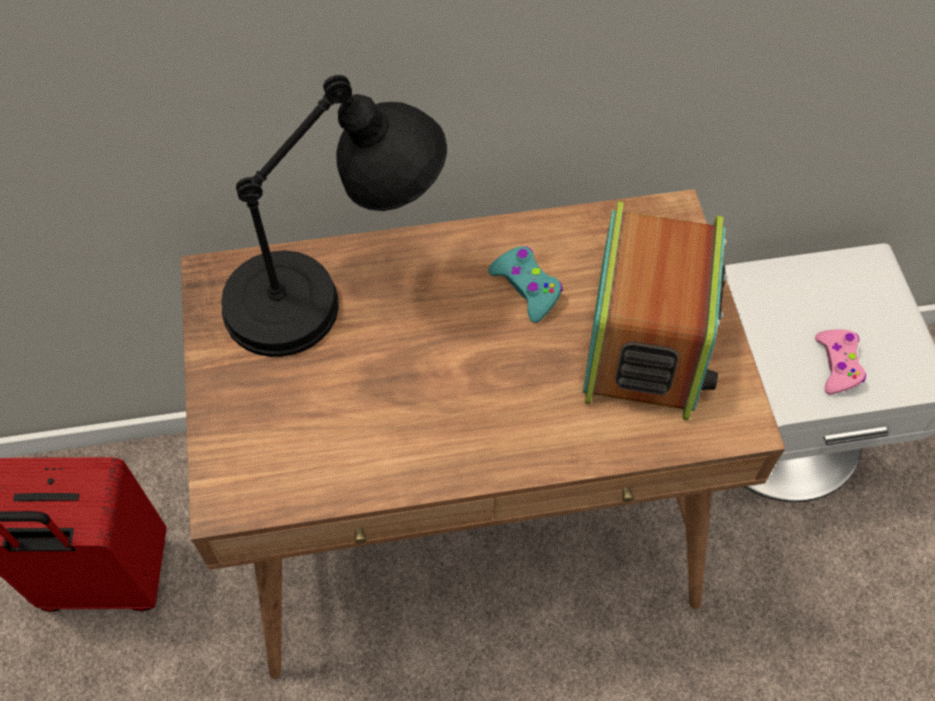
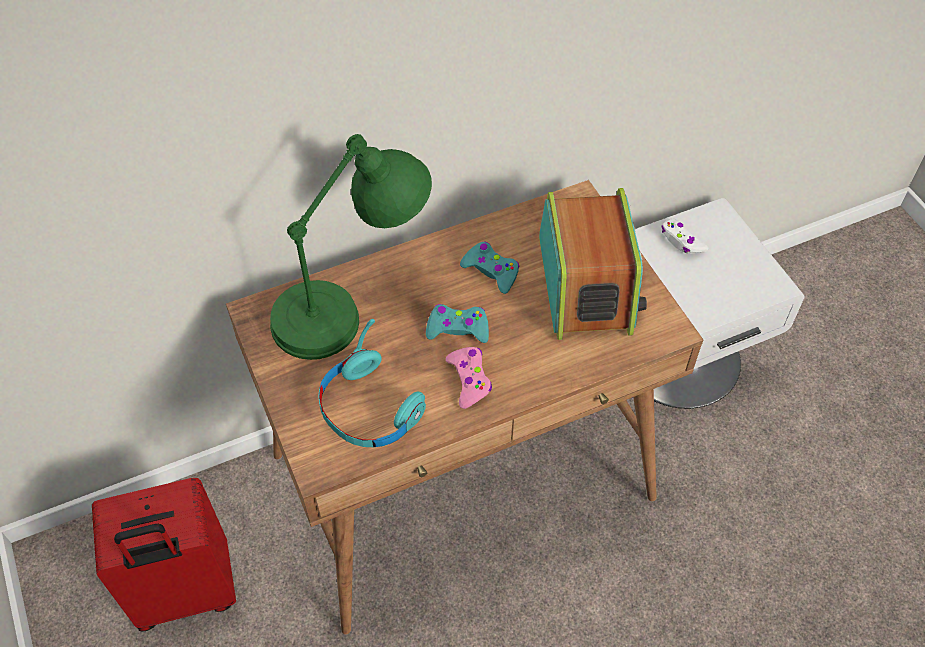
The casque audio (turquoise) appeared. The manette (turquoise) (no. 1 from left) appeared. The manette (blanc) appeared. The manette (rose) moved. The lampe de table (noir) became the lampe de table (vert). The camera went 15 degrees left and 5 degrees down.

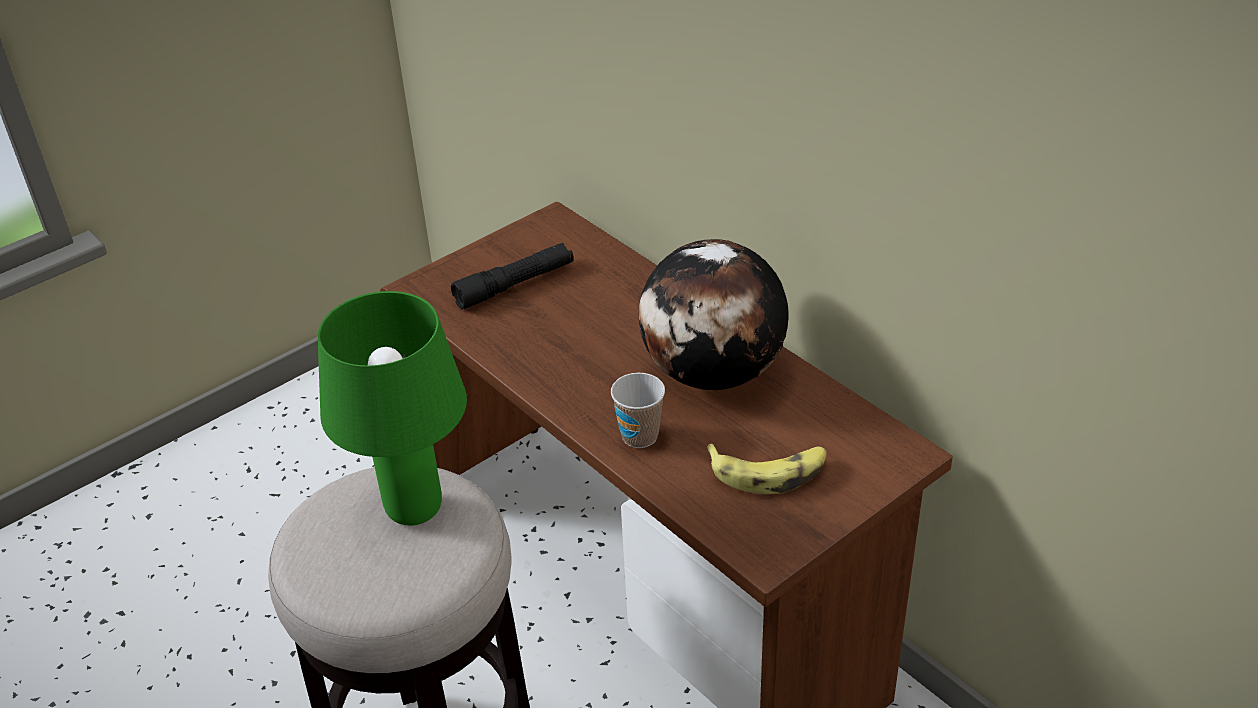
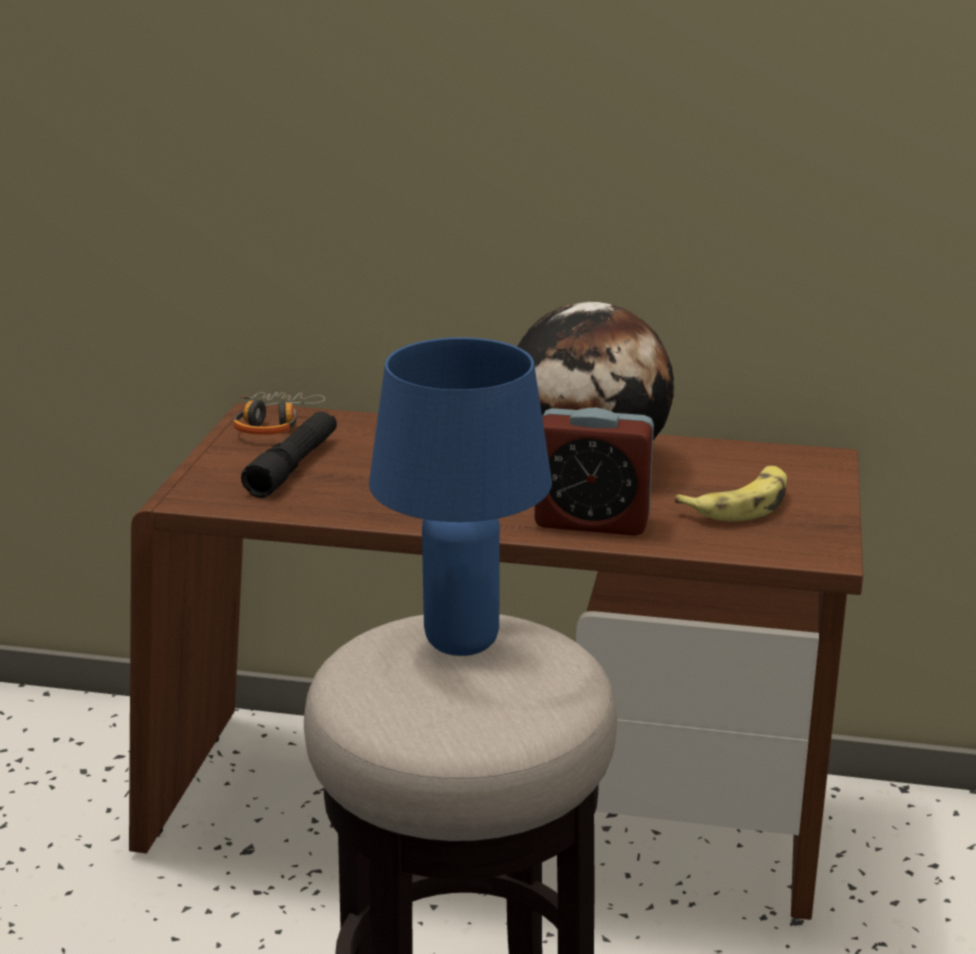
The casque audio appeared. The tasse was replaced by the réveil. The lampe de table (vert) became the lampe de table (bleu). The camera went 40 degrees left and 15 degrees down.

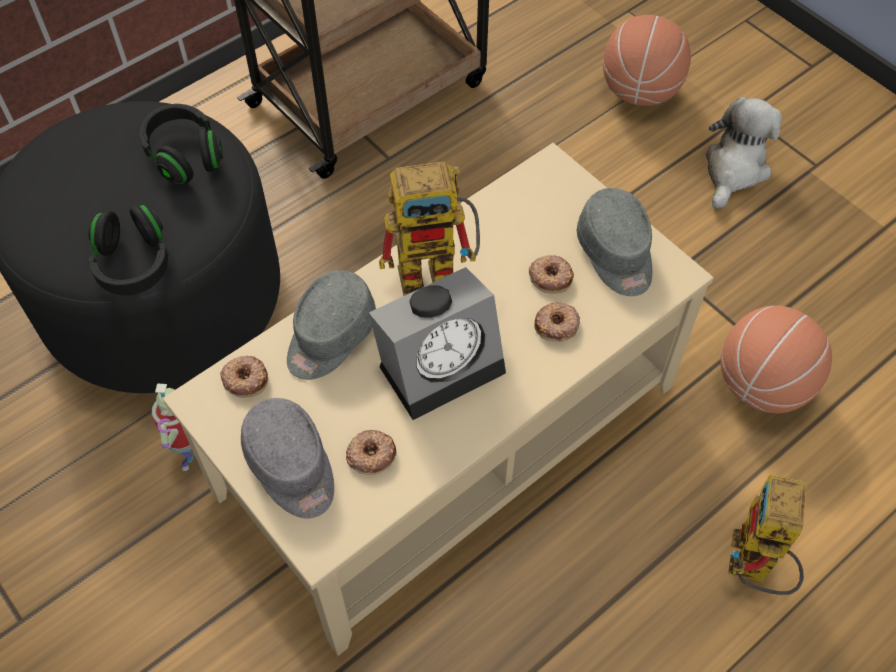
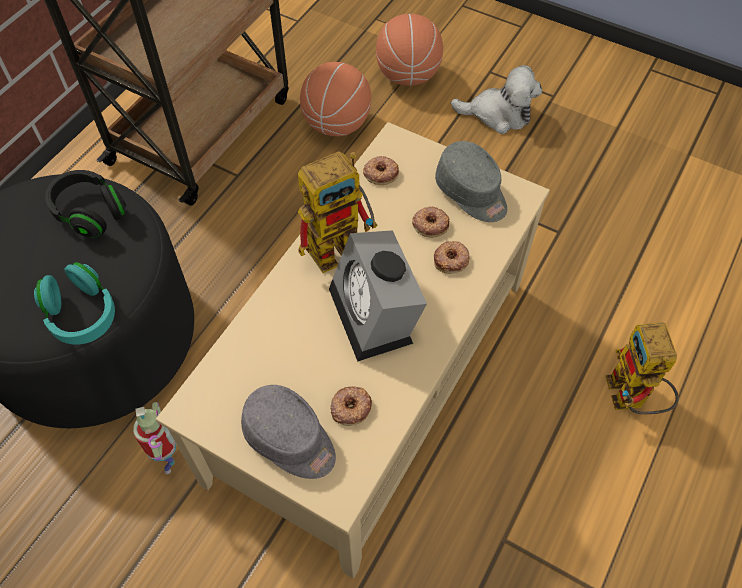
The casquette (gris) (no. 2 from left) disappeared. The beignet (no. 1 from left in the first image) moved. The ballon de basket (no. 2 from left in the first image) moved. The casque audio (noir) (no. 1 from left) became the casque audio (turquoise). The réveil turned 120 degrees clockwise. The peluche turned 90 degrees clockwise. The camera went 20 degrees left and 0 degrees up.

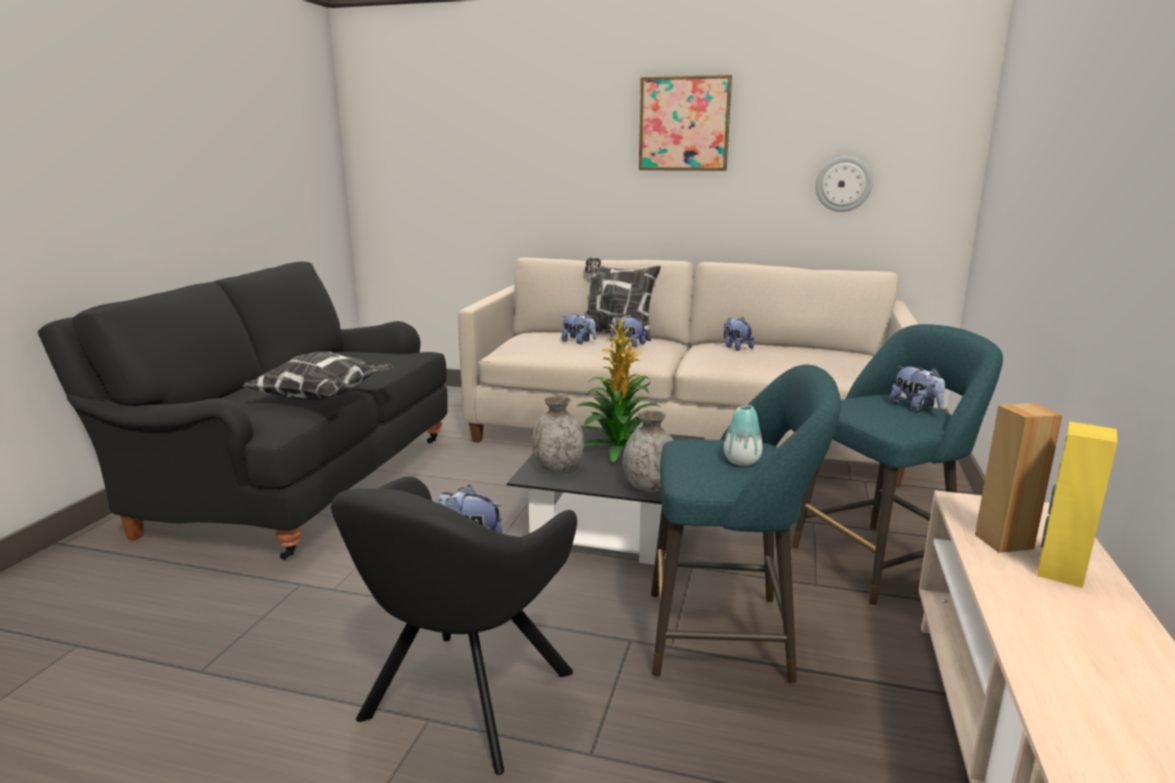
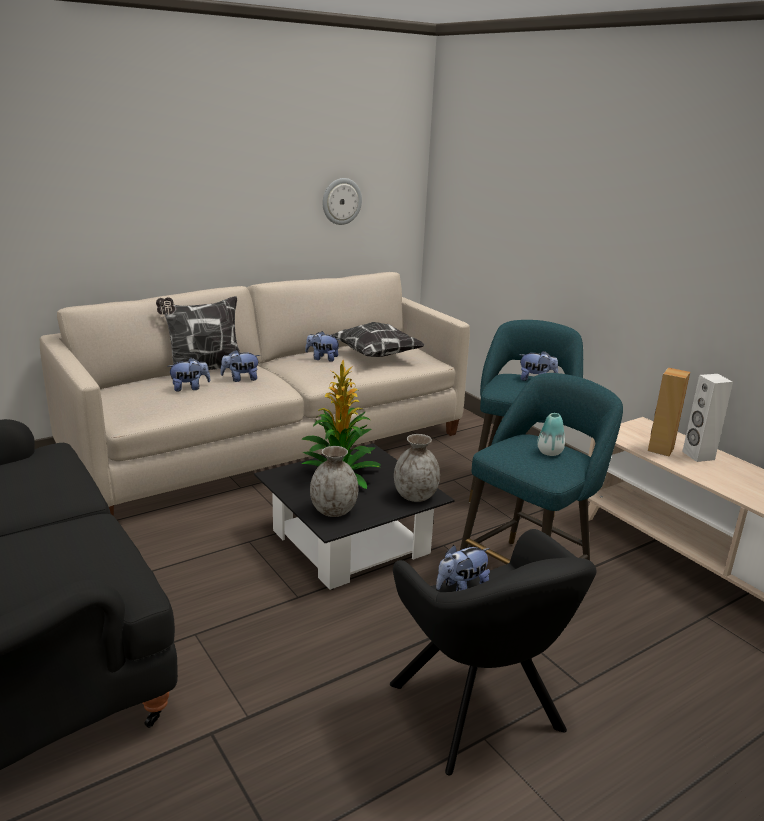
The tableau disappeared. The coussin (no. 1 from left in the first image) moved. The enceinte (jaune) became the enceinte (blanc). The camera went 50 degrees left and 5 degrees up.

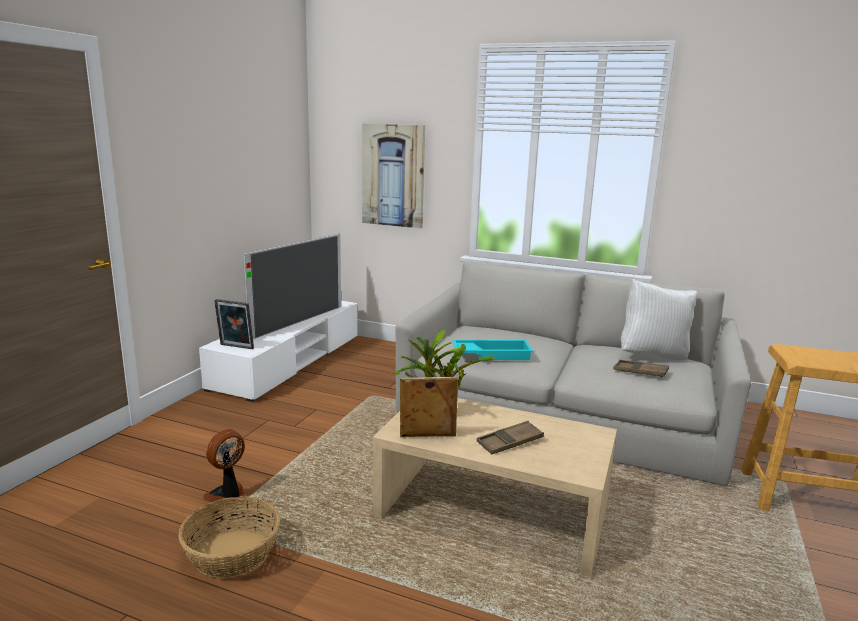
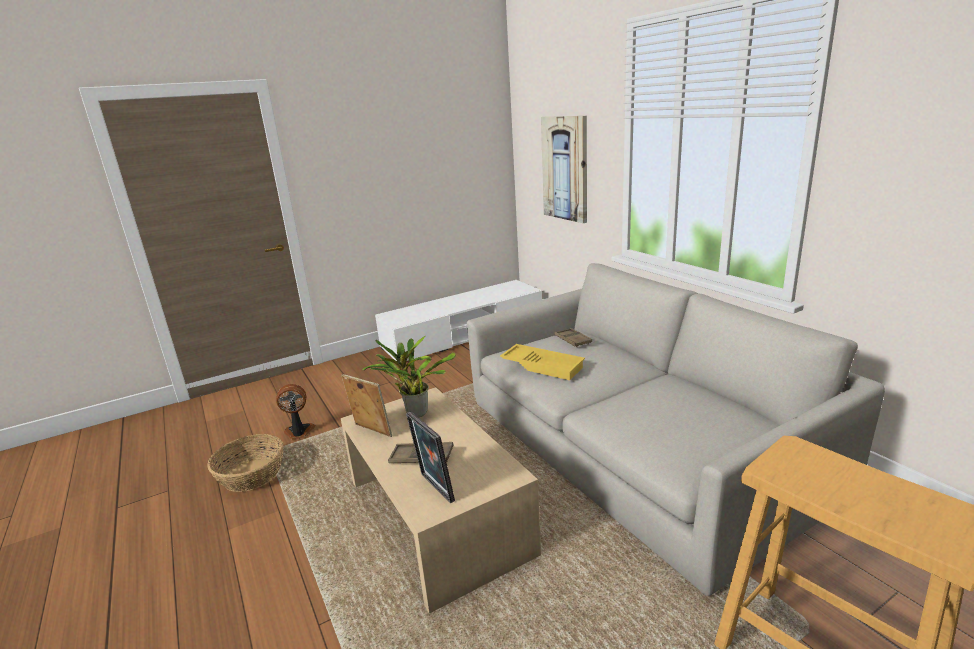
The téléviseur disappeared. The coussin (blanc) disappeared. The cadre photo (no. 1 from left in the first image) moved. The plateau (marron) (no. 2 from left) moved. The plateau (turquoise) became the plateau (jaune). The camera went 40 degrees right and 5 degrees up.

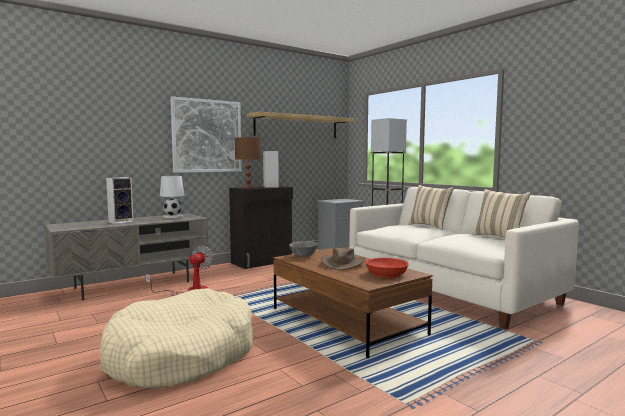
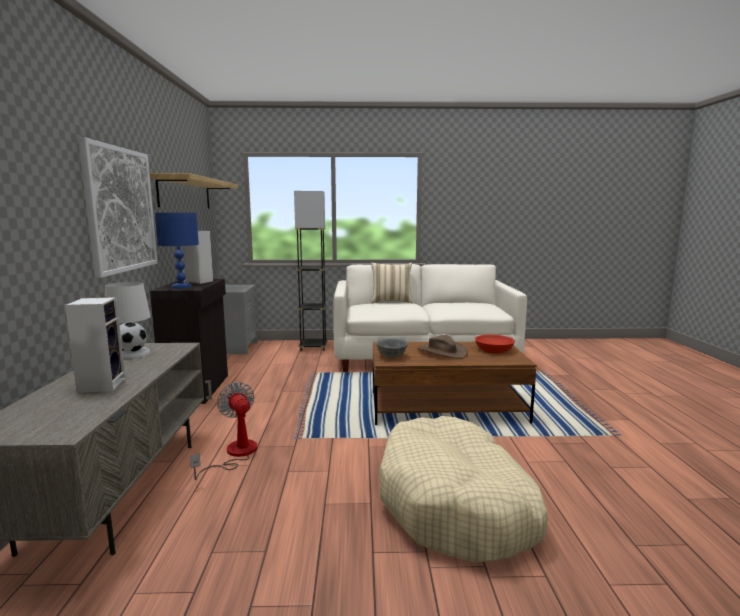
The coussin (beige) (no. 2 from left) disappeared. The lampe de table (marron) became the lampe de table (bleu). The camera went 55 degrees left and 5 degrees up.

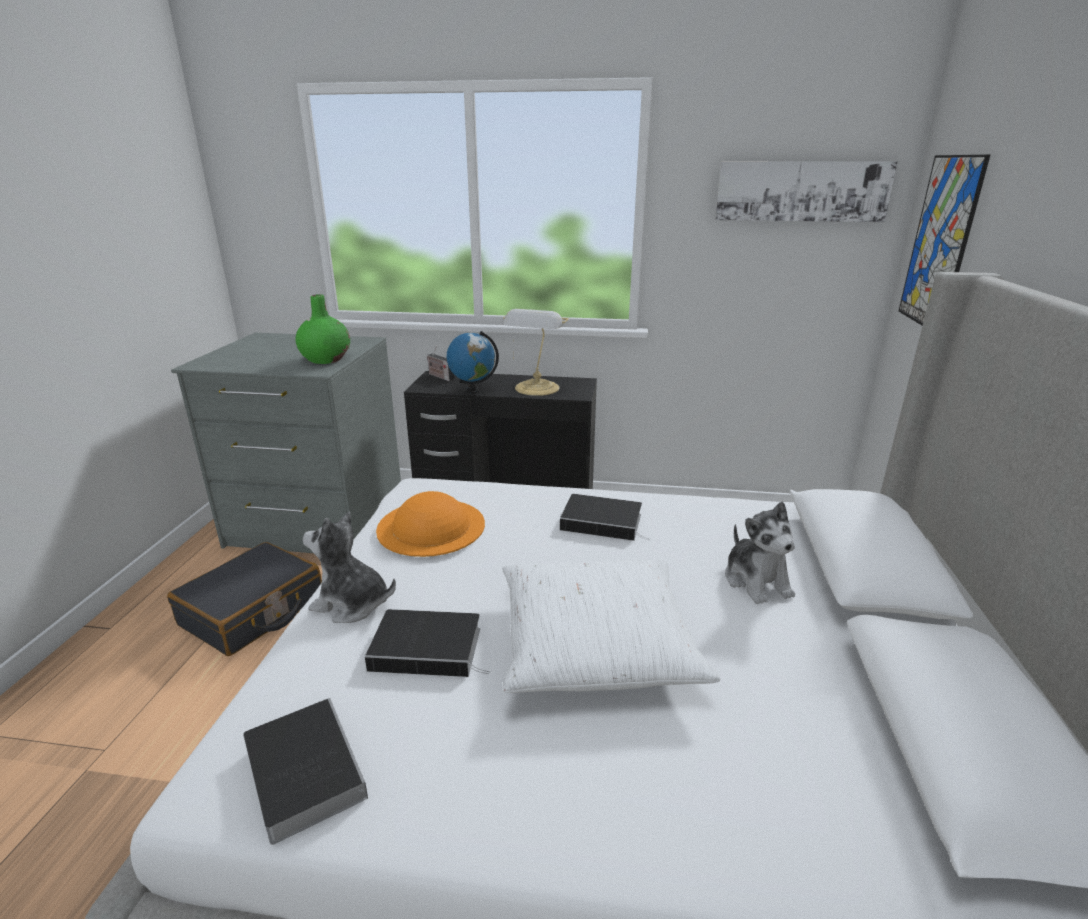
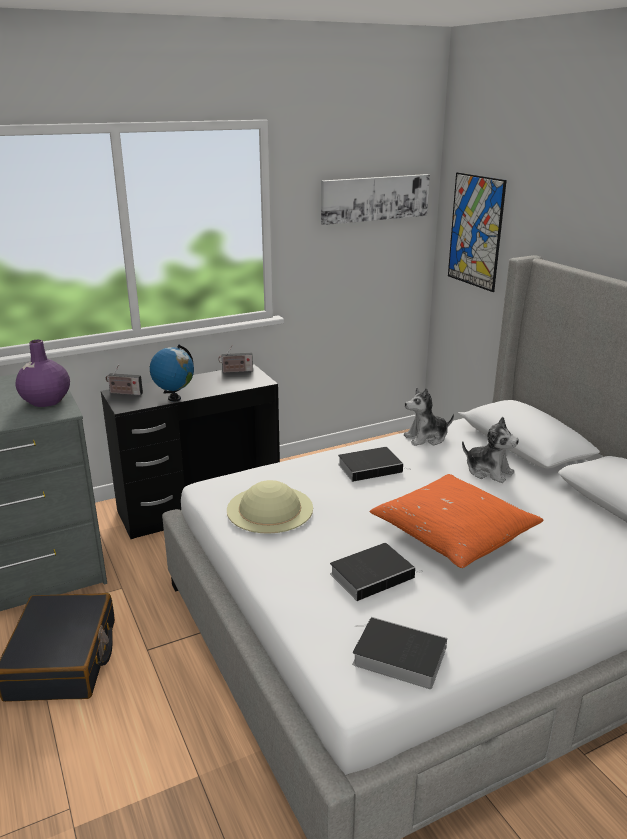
The lampe de table disappeared. The radio (no. 2 from left) appeared. The peluche (no. 1 from left) moved. The vase (vert) became the vase (violet). The chapeau (orange) became the chapeau (beige). The coussin (blanc) became the coussin (orange). The camera went 35 degrees left and 0 degrees up.

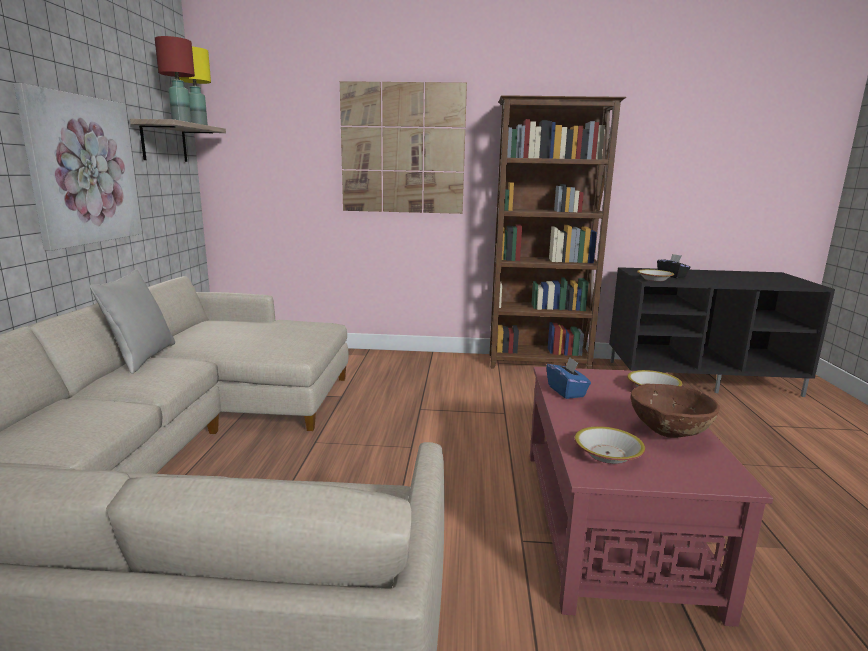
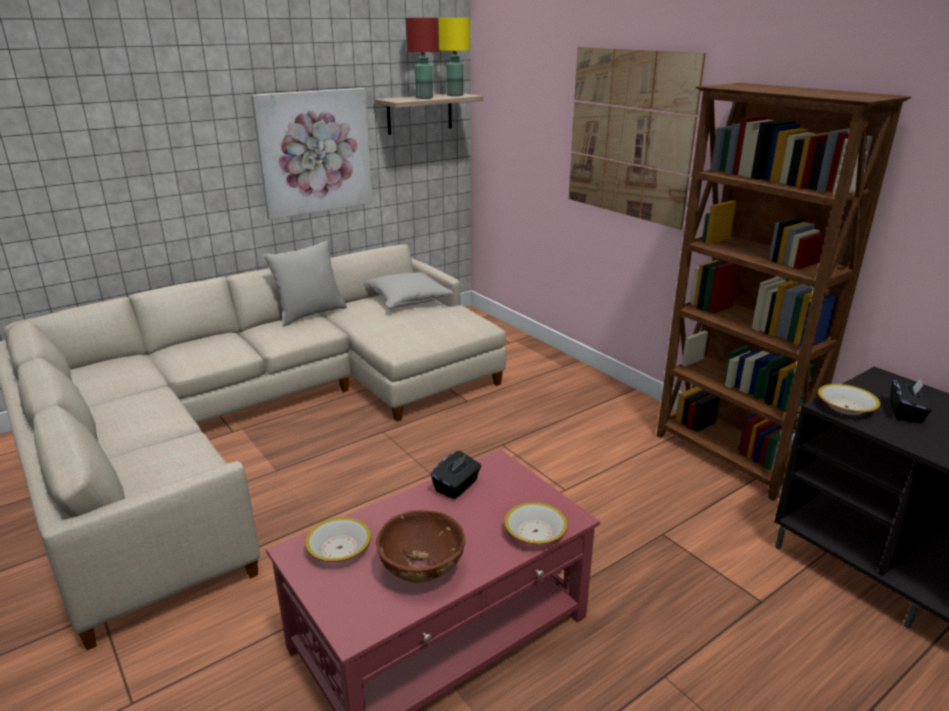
The coussin (gris) (no. 2 from left) appeared. The boîte à mouchoirs (bleu) became the boîte à mouchoirs (noir) (no. 1 from left). The camera went 50 degrees right and 10 degrees up.

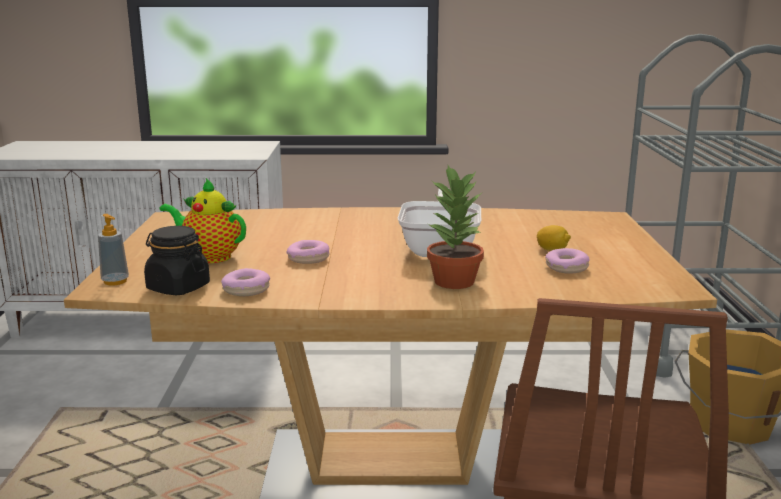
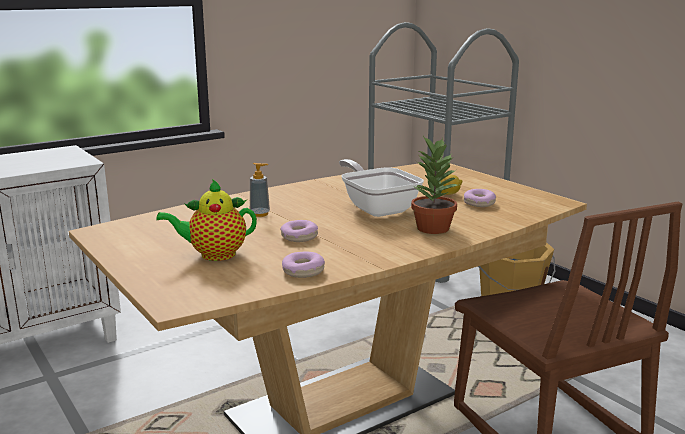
The bocal (noir) disappeared. The distributeur de savon moved. The camera went 35 degrees left and 0 degrees up.

